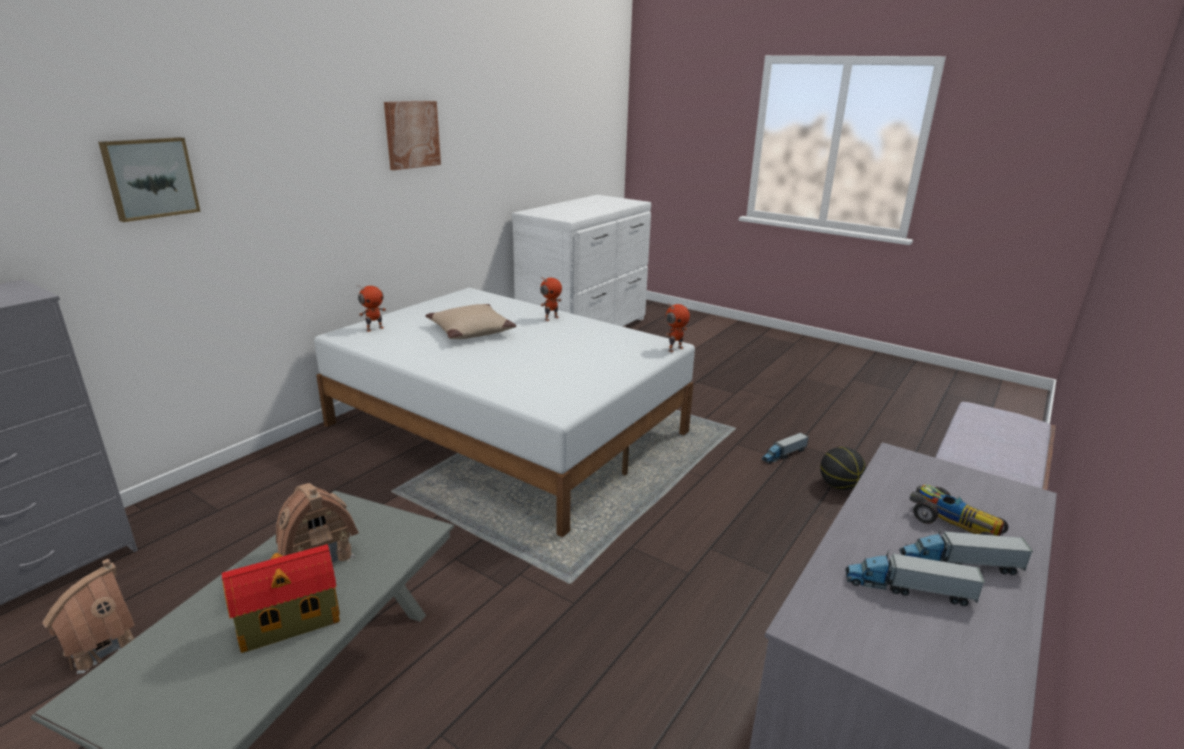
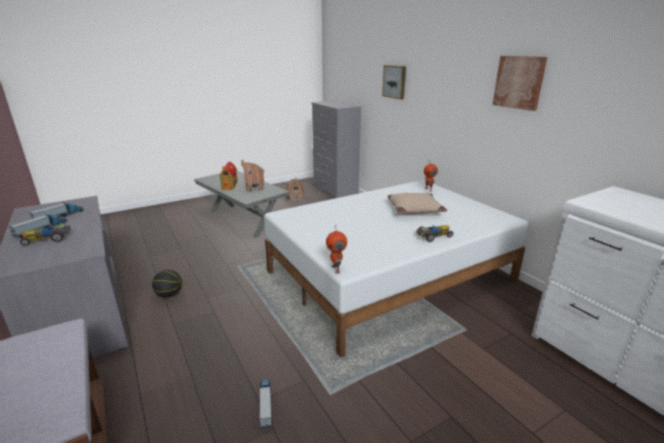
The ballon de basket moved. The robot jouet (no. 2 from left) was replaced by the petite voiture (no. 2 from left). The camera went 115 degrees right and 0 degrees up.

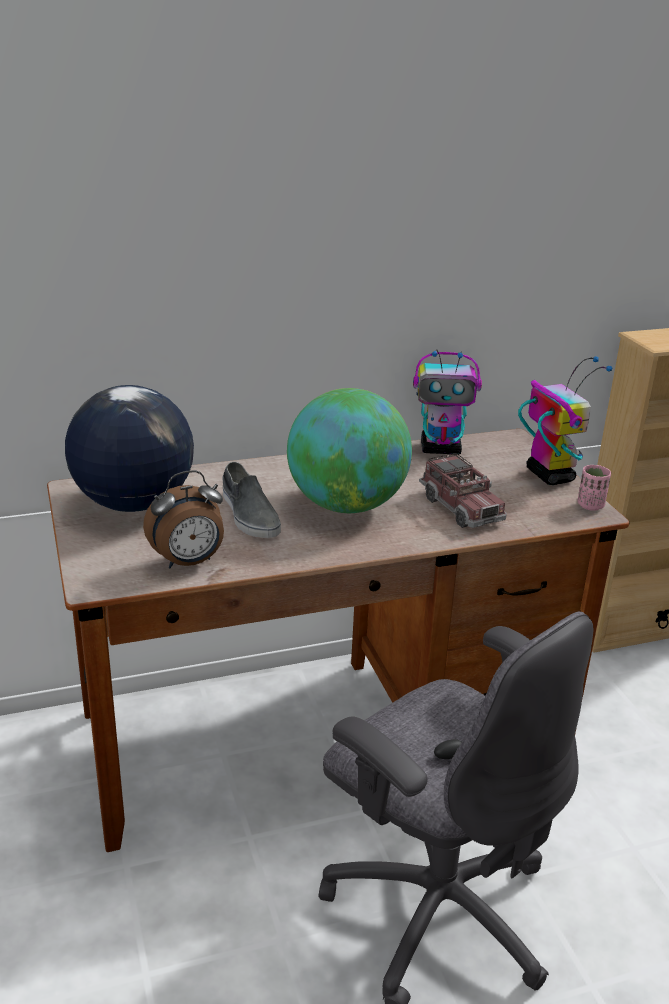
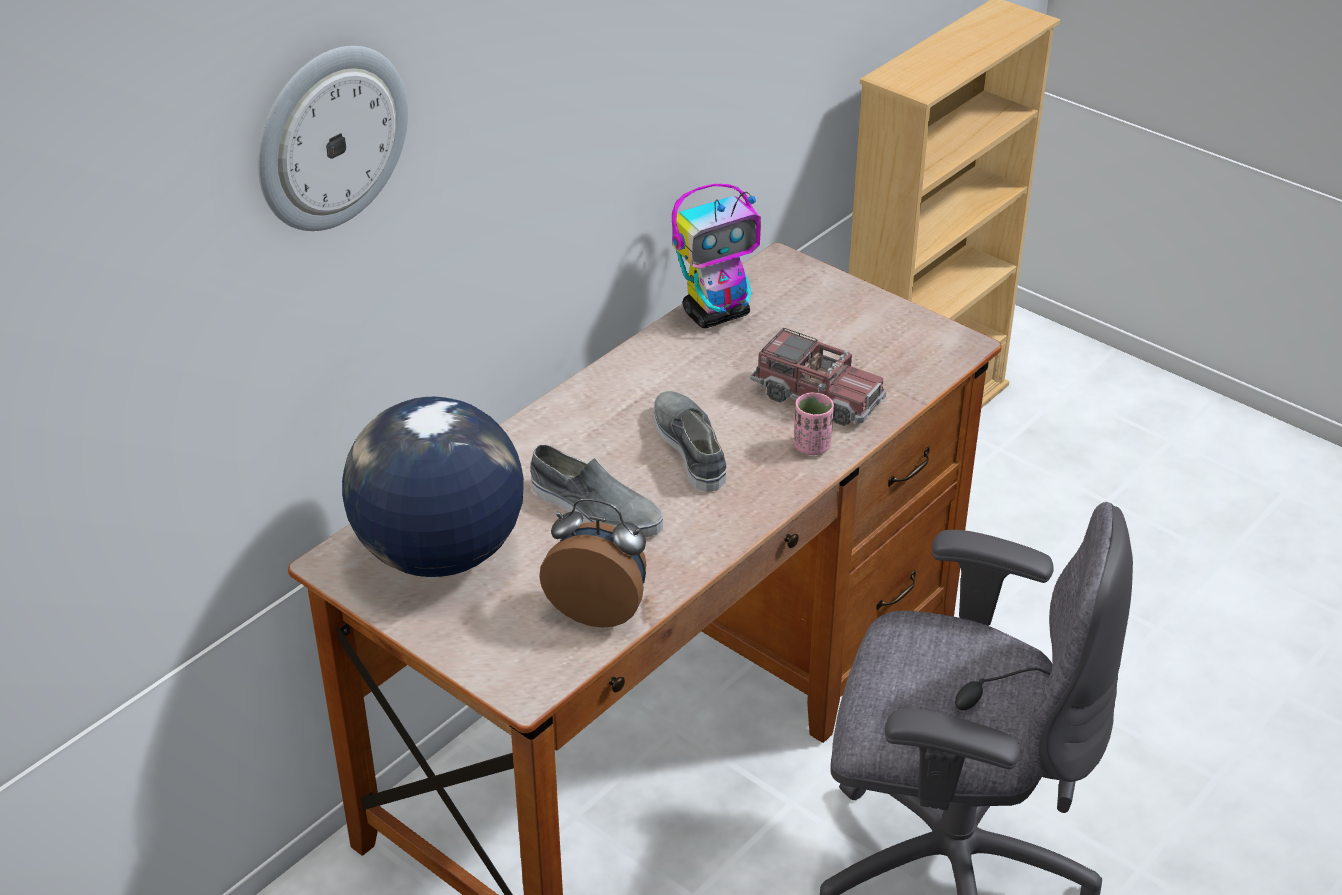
The robot jouet (no. 2 from left) disappeared. The horloge murale appeared. The tasse (rose) moved. The globe (no. 2 from left) was replaced by the chaussure (gris) (no. 2 from left). The réveil turned 105 degrees counterclockwise. The camera went 30 degrees left and 10 degrees up.

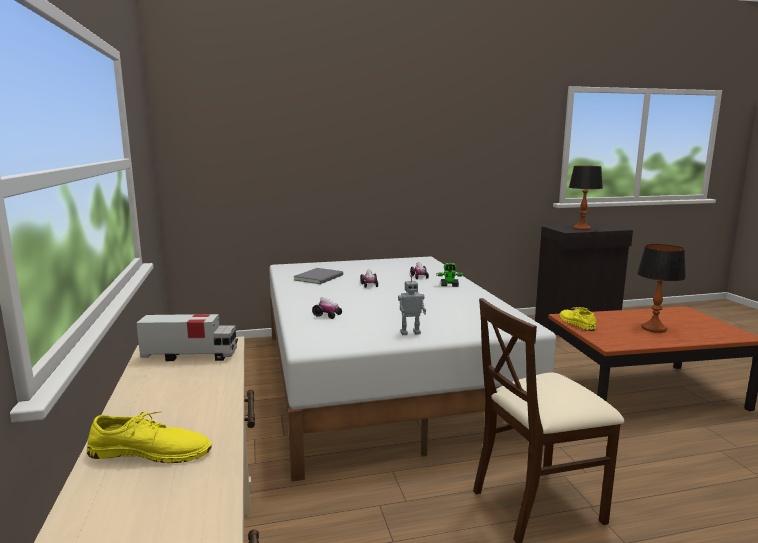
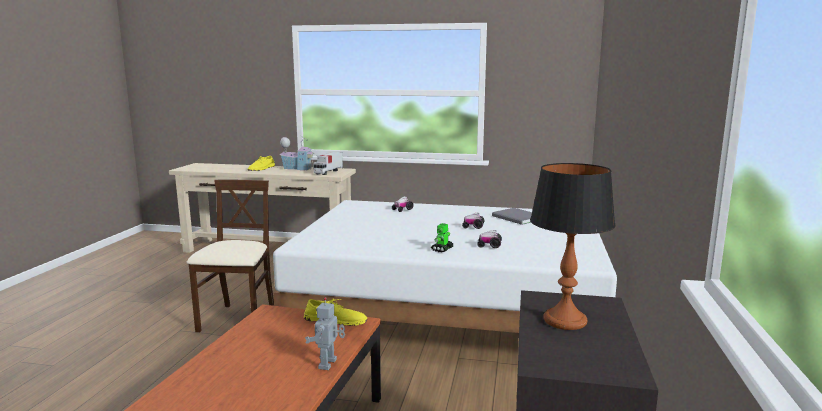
The lampe de table (no. 2 from left) disappeared. The maison miniature appeared. The robot jouet (no. 1 from left) moved. The camera went 115 degrees right and 0 degrees up.

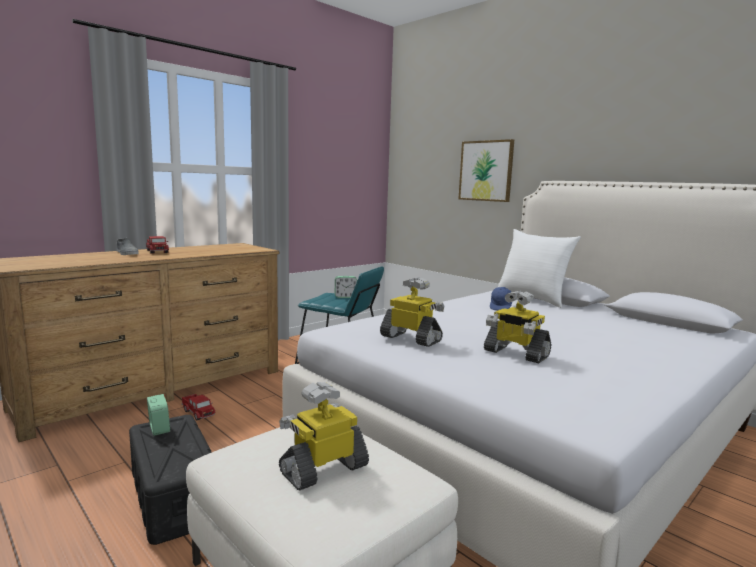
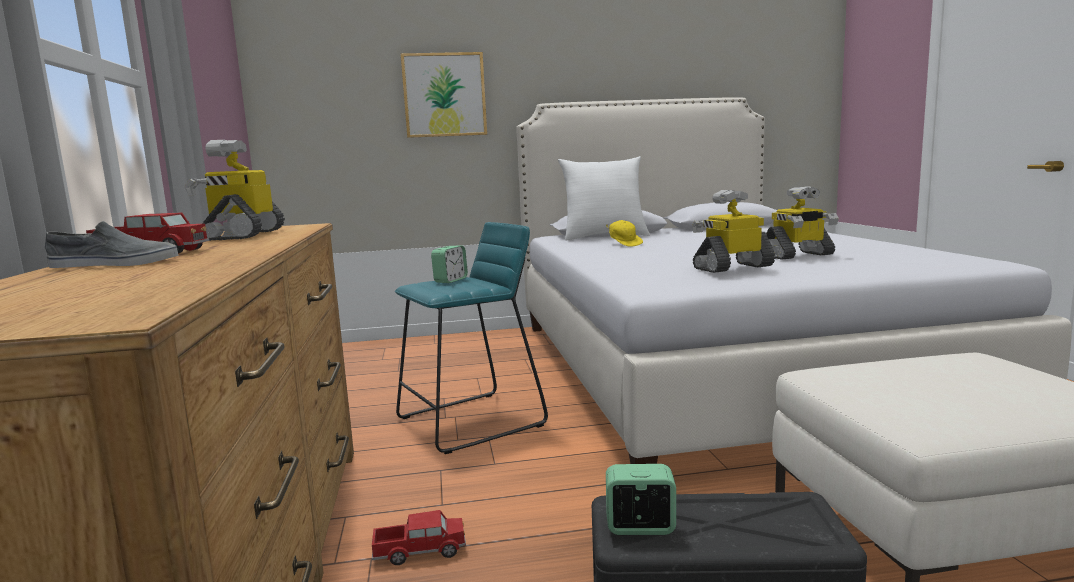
The robot jouet (no. 1 from left) moved. The casquette (bleu) became the casquette (jaune). The camera went 55 degrees left and 0 degrees up.

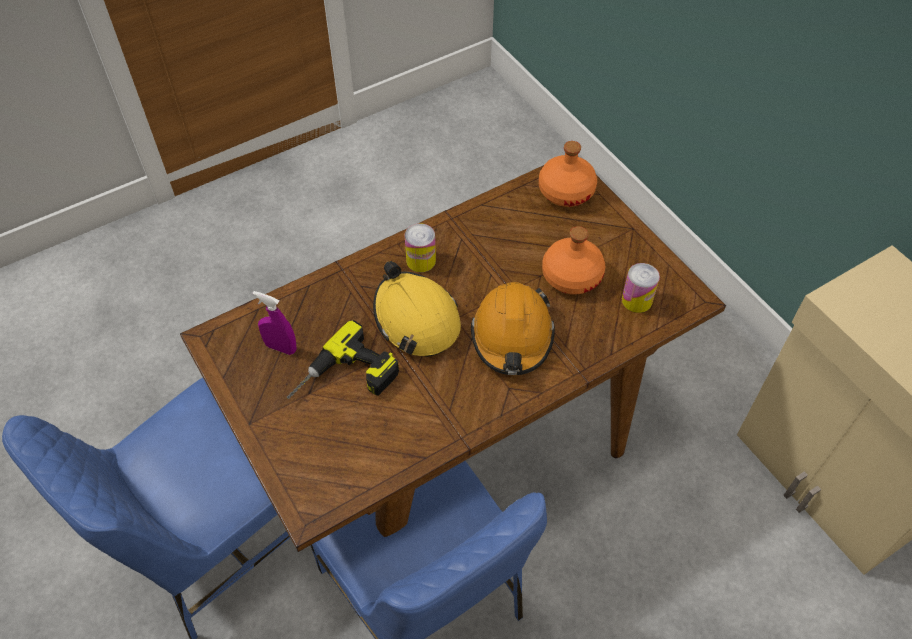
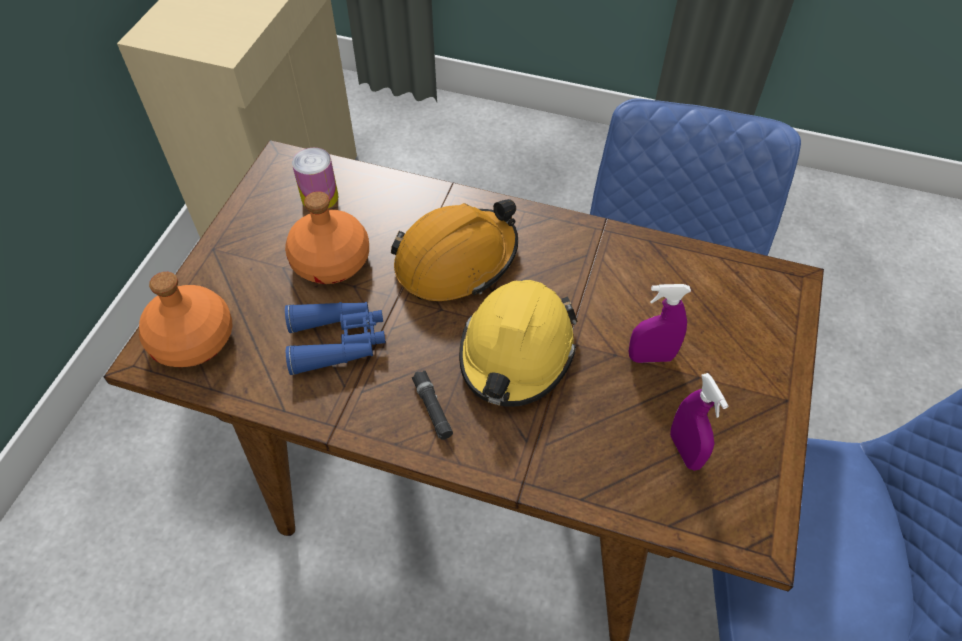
The jumelles (bleu) appeared. The perceuse was replaced by the vaporisateur (violet) (no. 1 from left). The boîte métallique (no. 1 from left) was replaced by the lampe de poche (noir). The camera went 130 degrees left and 0 degrees up.

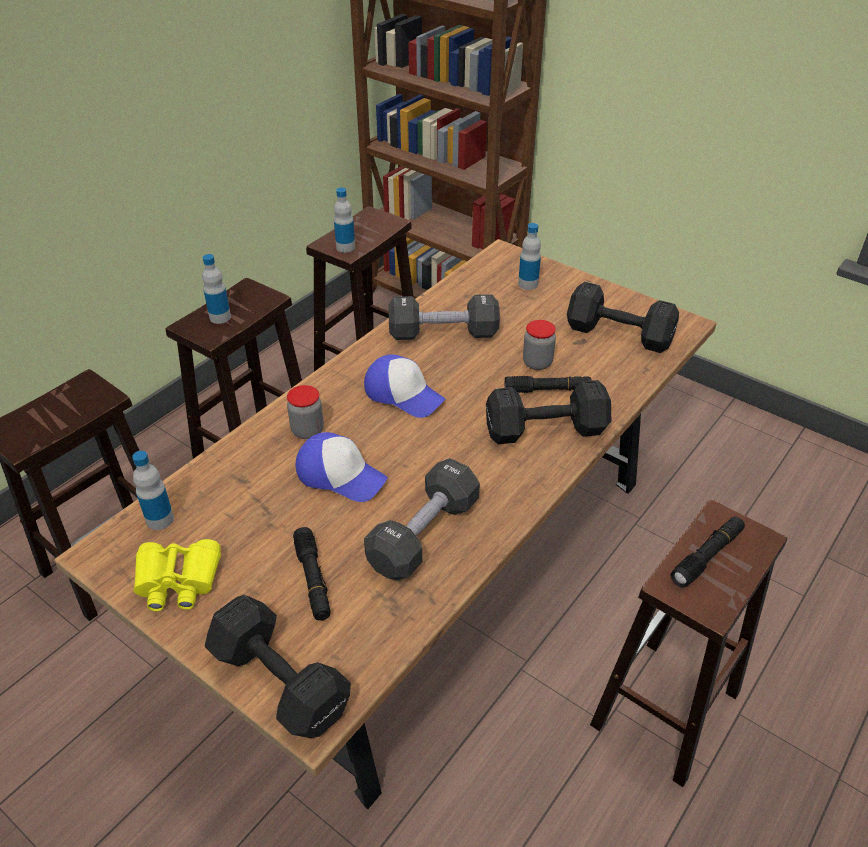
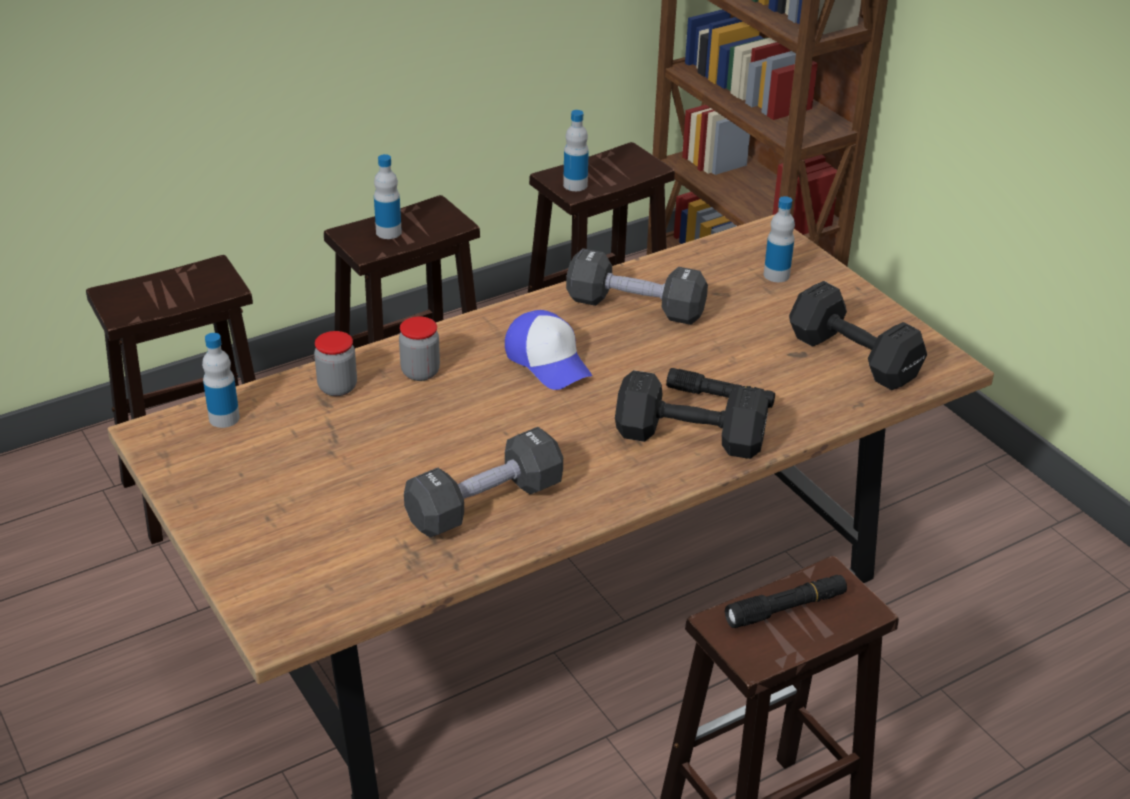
The jumelles (jaune) disappeared. The haltère (noir) (no. 1 from left) disappeared. The lampe de poche (noir) (no. 1 from left) disappeared. The casquette (no. 1 from left) disappeared. The bocal (no. 2 from left in the first image) moved. The camera went 20 degrees right and 5 degrees down.

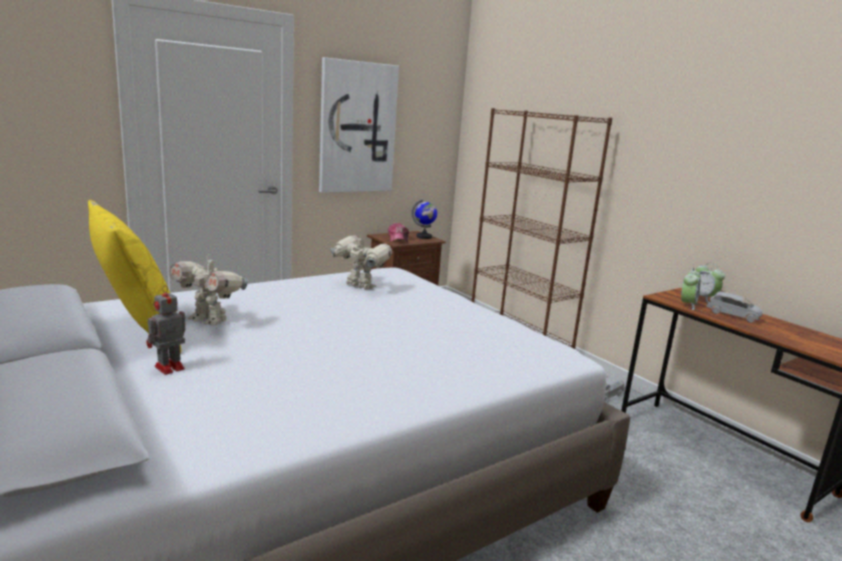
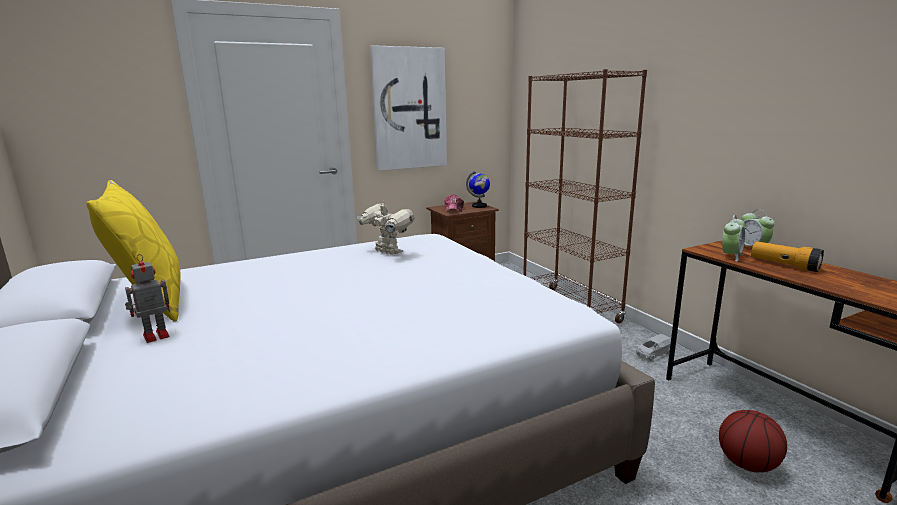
The robot jouet (no. 2 from left) disappeared. The ballon de basket appeared. The petite voiture (gris) (no. 2 from left) was replaced by the lampe de poche. The camera went 10 degrees right and 0 degrees up.

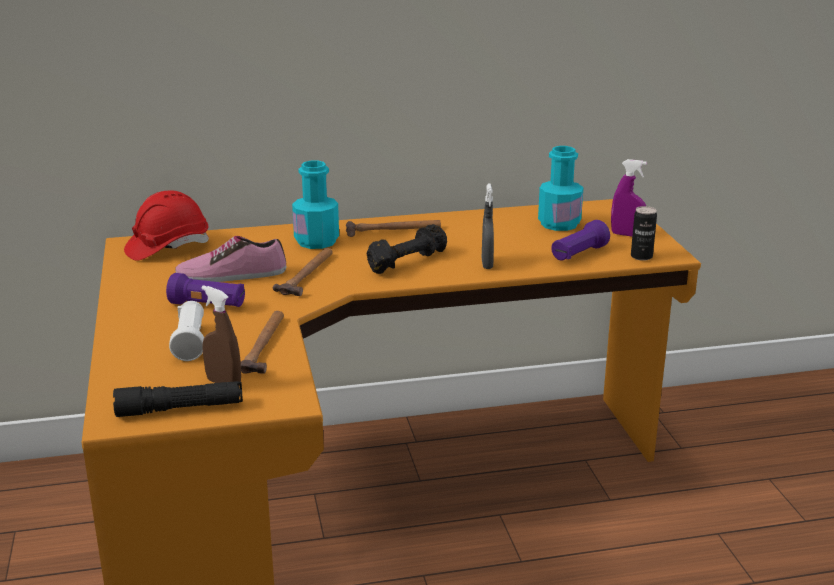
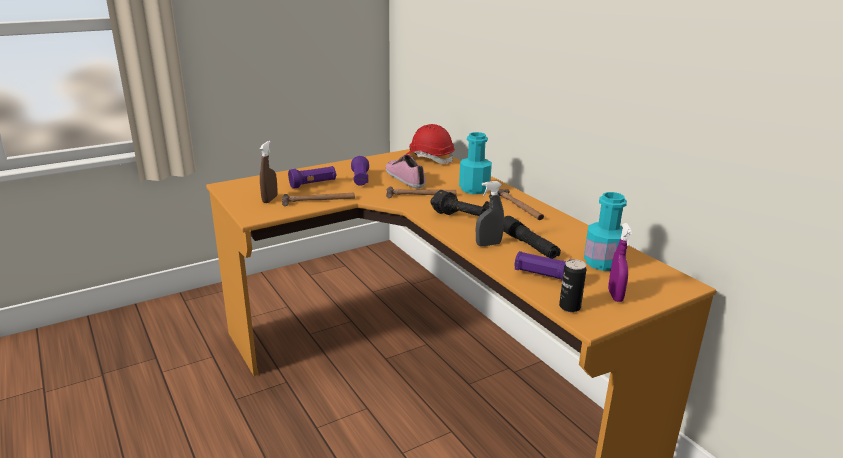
The lampe de poche (noir) moved. The lampe de poche (blanc) became the lampe de poche (violet) (no. 1 from left). The camera went 70 degrees right and 0 degrees up.

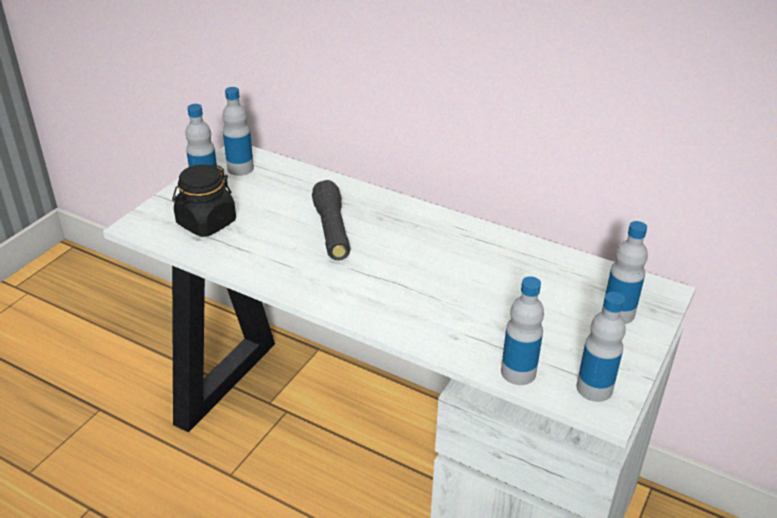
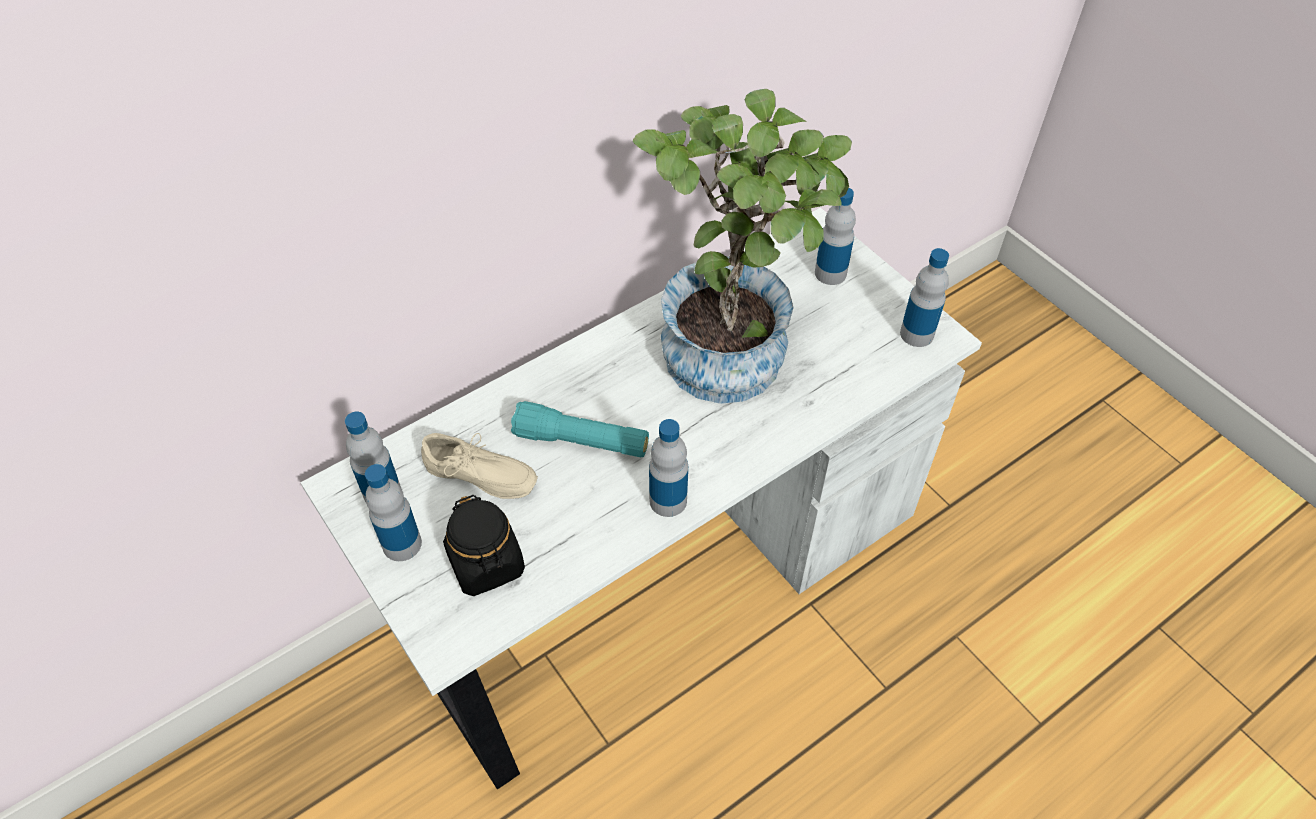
The chaussure (beige) appeared. The plante en pot appeared. The bouteille (no. 3 from left) moved. The lampe de poche (noir) became the lampe de poche (turquoise). The camera went 65 degrees left and 15 degrees up.

